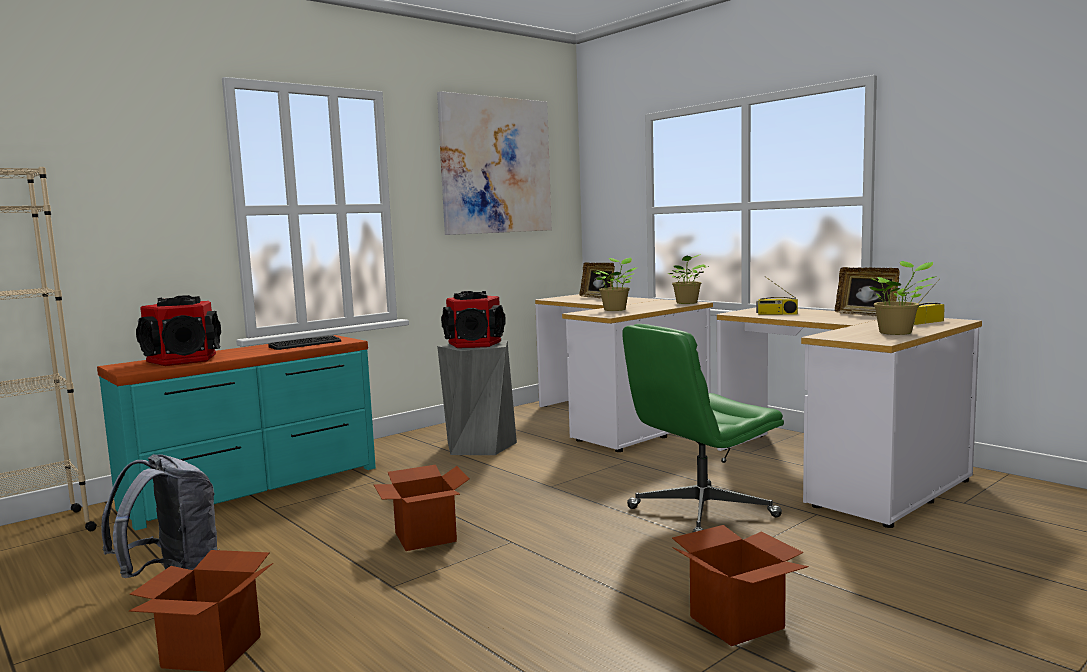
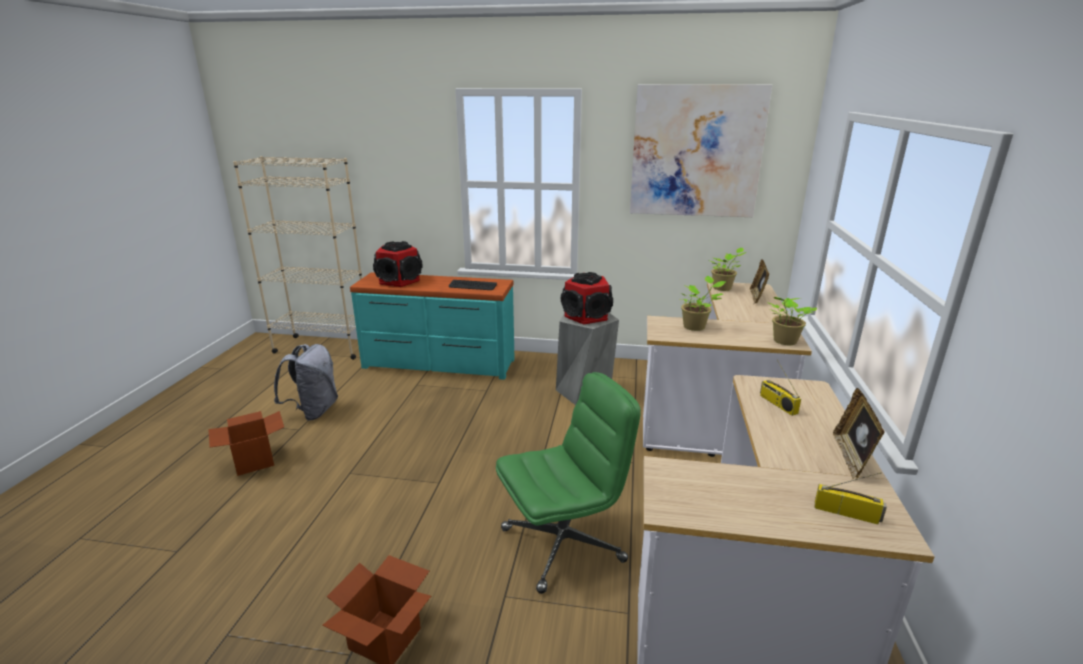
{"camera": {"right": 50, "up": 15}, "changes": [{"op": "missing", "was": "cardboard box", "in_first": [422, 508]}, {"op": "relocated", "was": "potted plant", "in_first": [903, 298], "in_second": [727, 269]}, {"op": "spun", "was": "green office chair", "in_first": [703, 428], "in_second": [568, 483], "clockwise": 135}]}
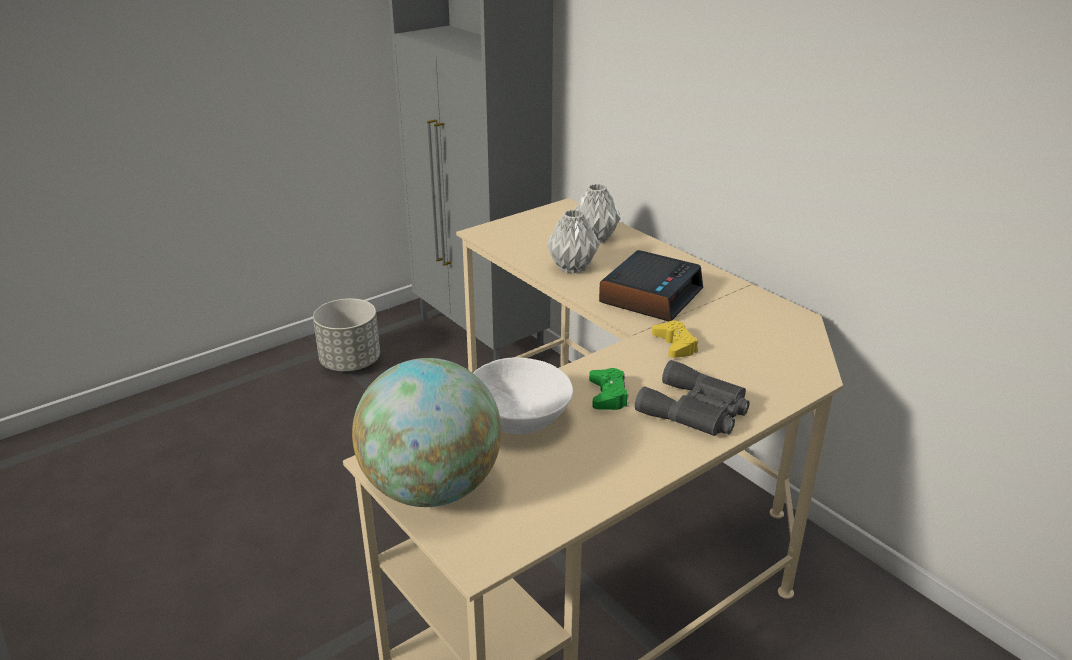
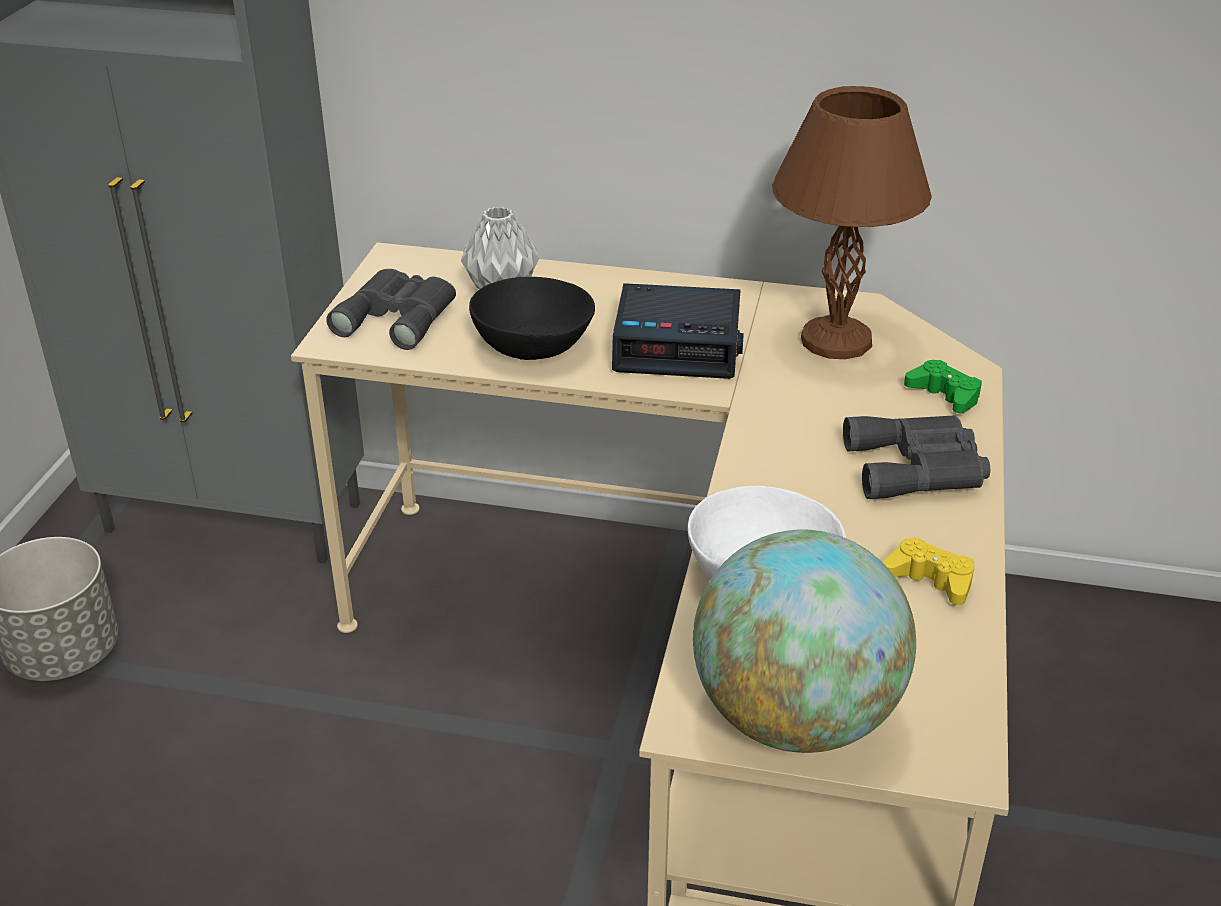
{"camera": {"right": -40, "up": 5}, "changes": [{"op": "appeared", "now": "grey binoculars", "in_second": [391, 309]}, {"op": "appeared", "now": "brown table lamp", "in_second": [851, 222]}, {"op": "relocated", "was": "green game controller", "in_first": [609, 389], "in_second": [943, 386]}, {"op": "relocated", "was": "yellow game controller", "in_first": [675, 339], "in_second": [929, 571]}, {"op": "exchanged", "was": "grey vase", "now": "black bowl", "in_first": [573, 242], "in_second": [532, 318]}, {"op": "spun", "was": "alarm clock", "in_first": [651, 285], "in_second": [678, 331], "clockwise": 105}]}
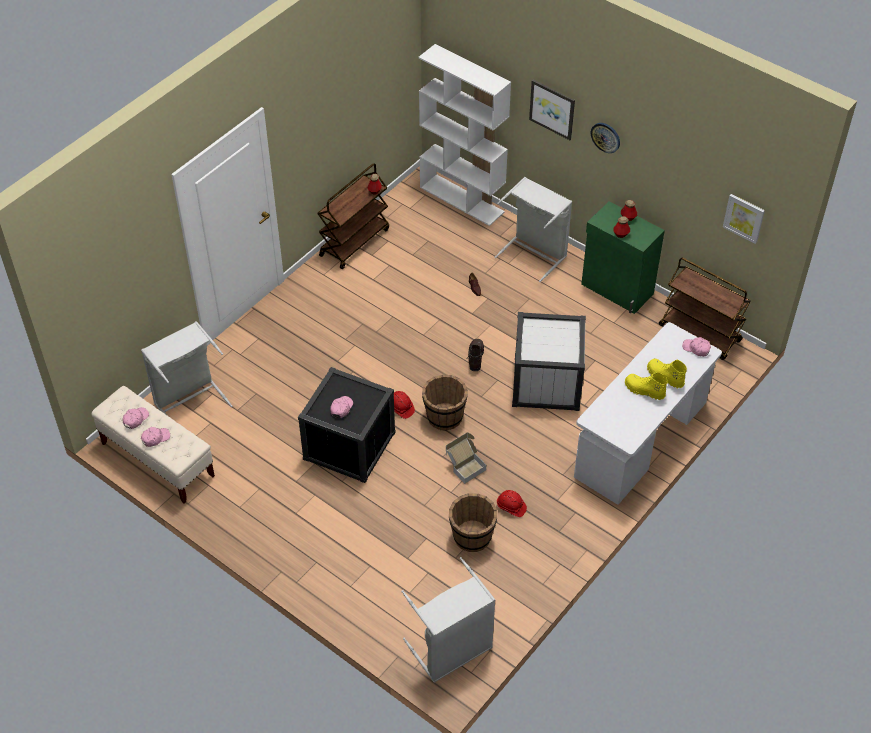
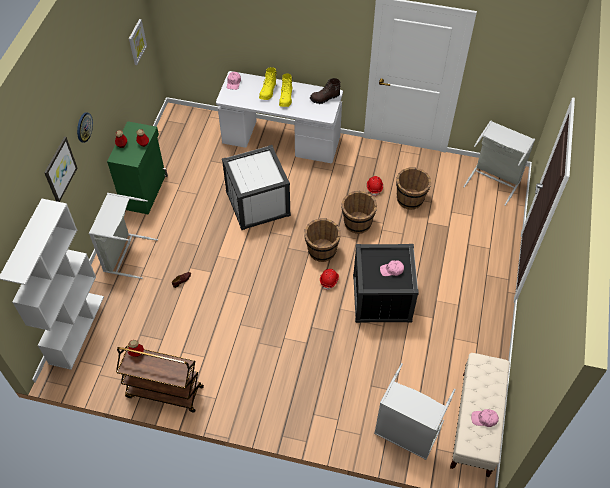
{"camera": {"right": -115, "up": 5}, "changes": [{"op": "missing", "was": "pink cap", "in_first": [155, 437]}, {"op": "missing", "was": "brown cart", "in_first": [705, 309]}, {"op": "relocated", "was": "brown boot", "in_first": [476, 355], "in_second": [325, 91]}, {"op": "exchanged", "was": "cardboard box", "now": "brown bucket", "in_first": [466, 458], "in_second": [359, 212]}]}
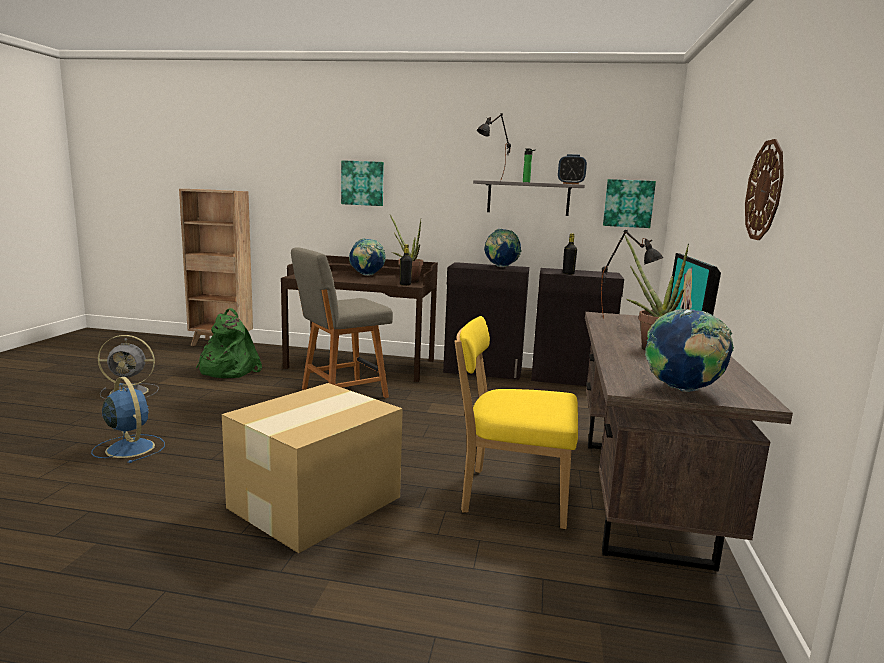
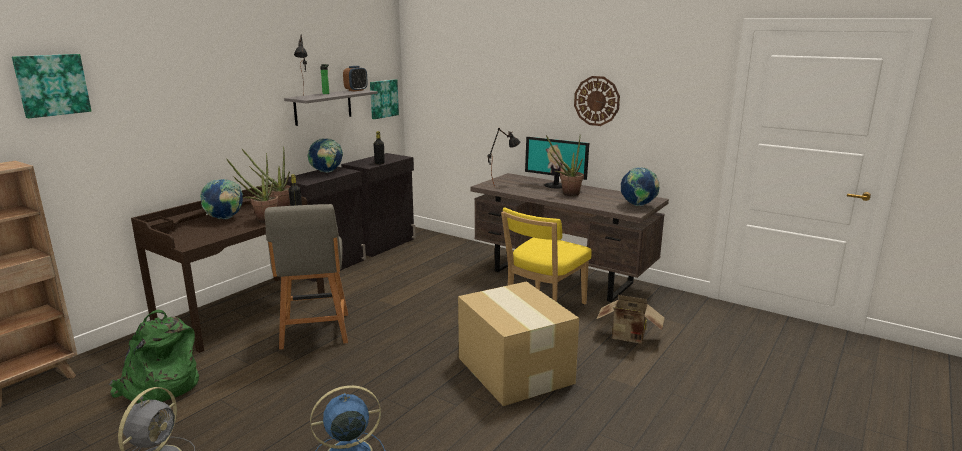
{"camera": {"right": -65, "up": 5}, "changes": [{"op": "appeared", "now": "potted plant", "in_second": [252, 188]}, {"op": "appeared", "now": "cardboard box", "in_second": [631, 319]}, {"op": "relocated", "was": "picture", "in_first": [362, 183], "in_second": [51, 86]}]}
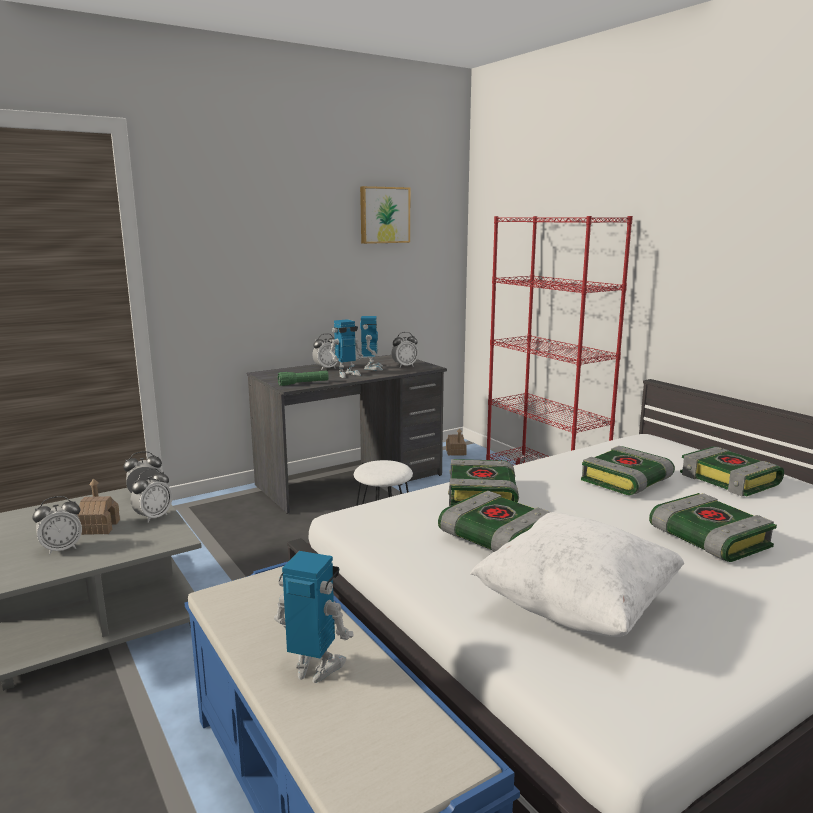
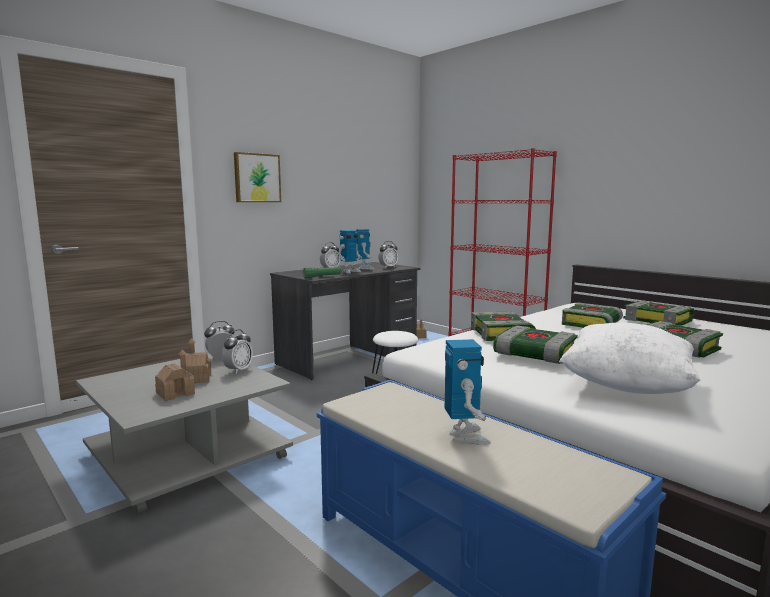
{"camera": {"right": -10, "up": -5}, "changes": [{"op": "relocated", "was": "picture", "in_first": [385, 215], "in_second": [257, 177]}, {"op": "exchanged", "was": "alarm clock", "now": "toy house", "in_first": [57, 525], "in_second": [175, 375]}, {"op": "spun", "was": "toy robot", "in_first": [314, 617], "in_second": [468, 392], "clockwise": 75}]}
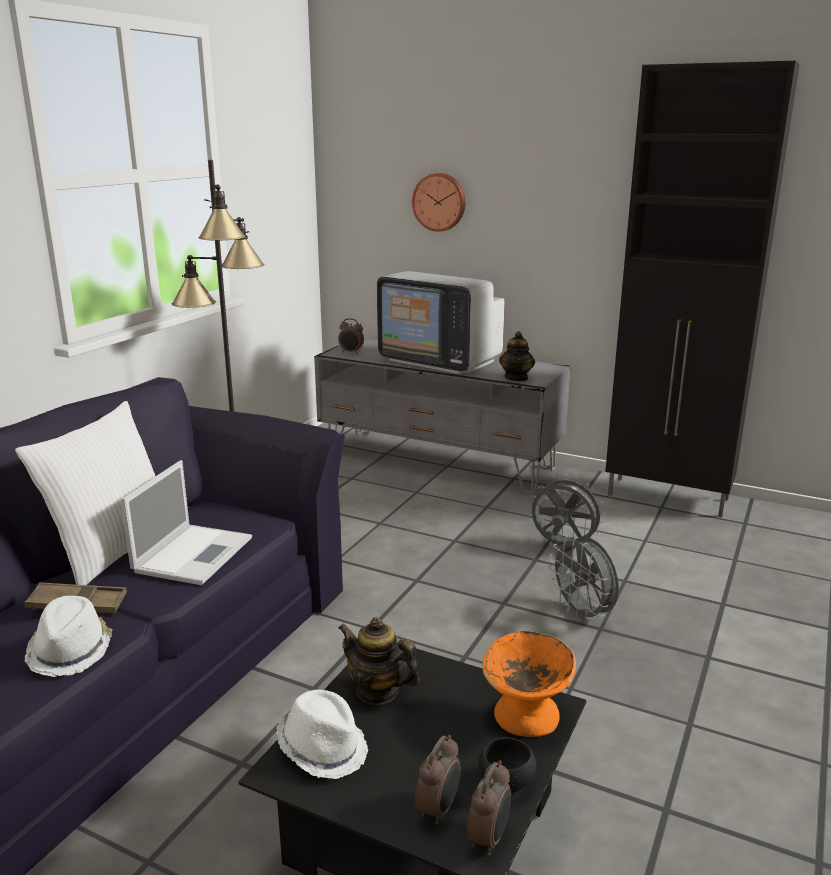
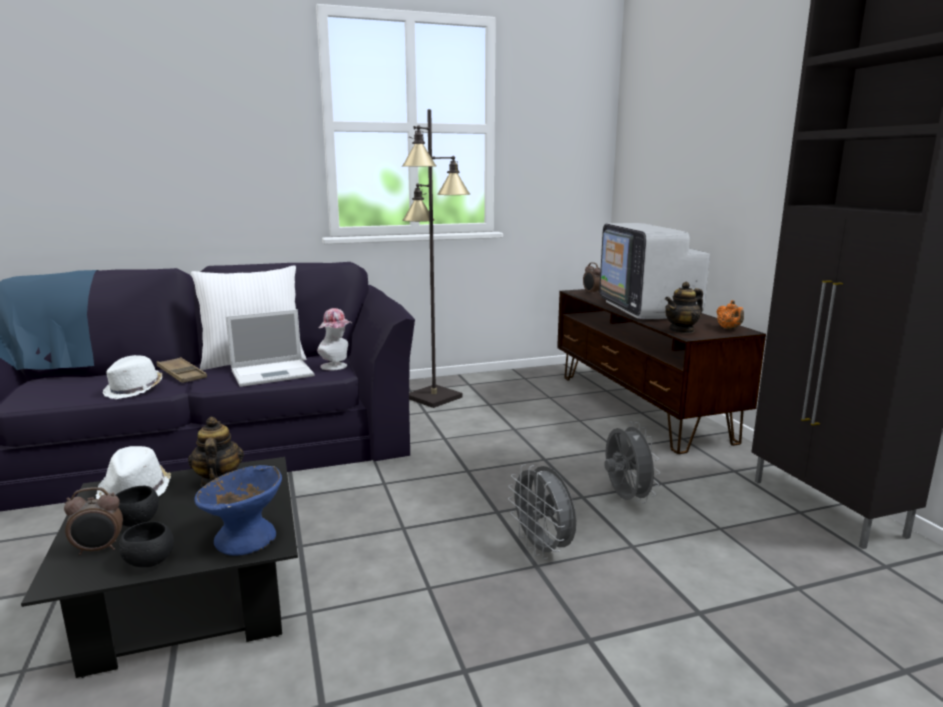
{"camera": {"right": 45, "up": -5}, "changes": [{"op": "missing", "was": "wall clock", "in_first": [438, 202]}, {"op": "missing", "was": "alarm clock", "in_first": [489, 808]}, {"op": "appeared", "now": "black bowl", "in_second": [137, 506]}, {"op": "appeared", "now": "hat", "in_second": [334, 339]}, {"op": "appeared", "now": "orange teapot", "in_second": [730, 314]}, {"op": "colour", "was": "grey tv stand", "now": "brown tv stand", "in_first": [442, 416], "in_second": [661, 371]}, {"op": "colour", "was": "orange bowl", "now": "blue bowl", "in_first": [529, 684], "in_second": [238, 510]}, {"op": "spun", "was": "grey fan", "in_first": [584, 579], "in_second": [542, 511], "clockwise": -45}]}
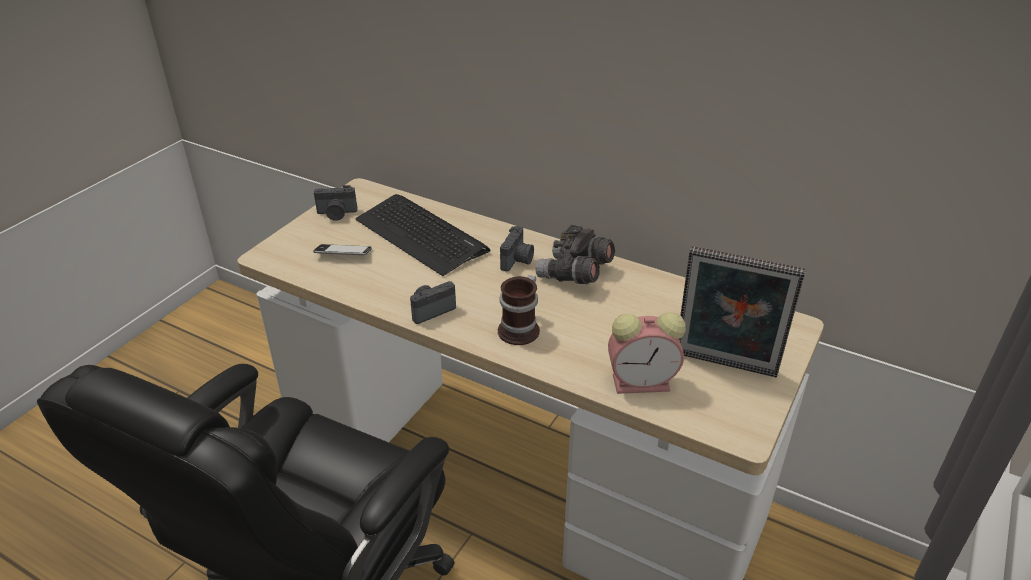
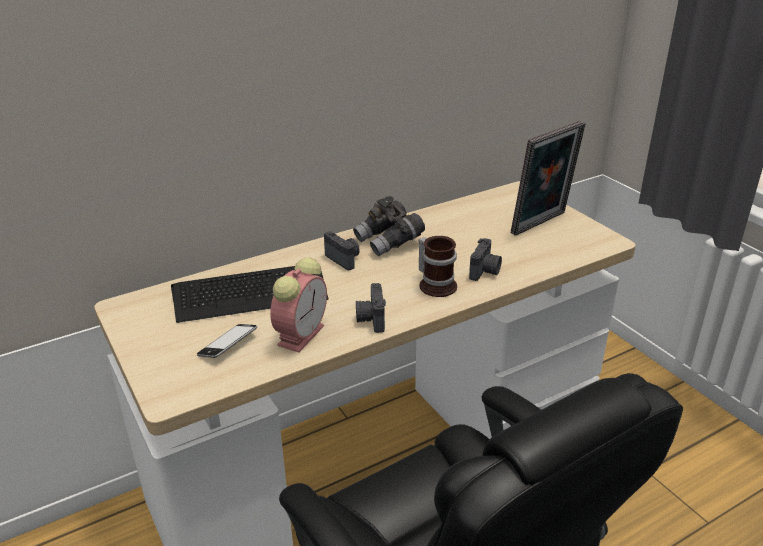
{"camera": {"right": -60, "up": -5}, "changes": [{"op": "relocated", "was": "photo camera", "in_first": [335, 203], "in_second": [485, 259]}, {"op": "relocated", "was": "alarm clock", "in_first": [647, 353], "in_second": [298, 304]}]}
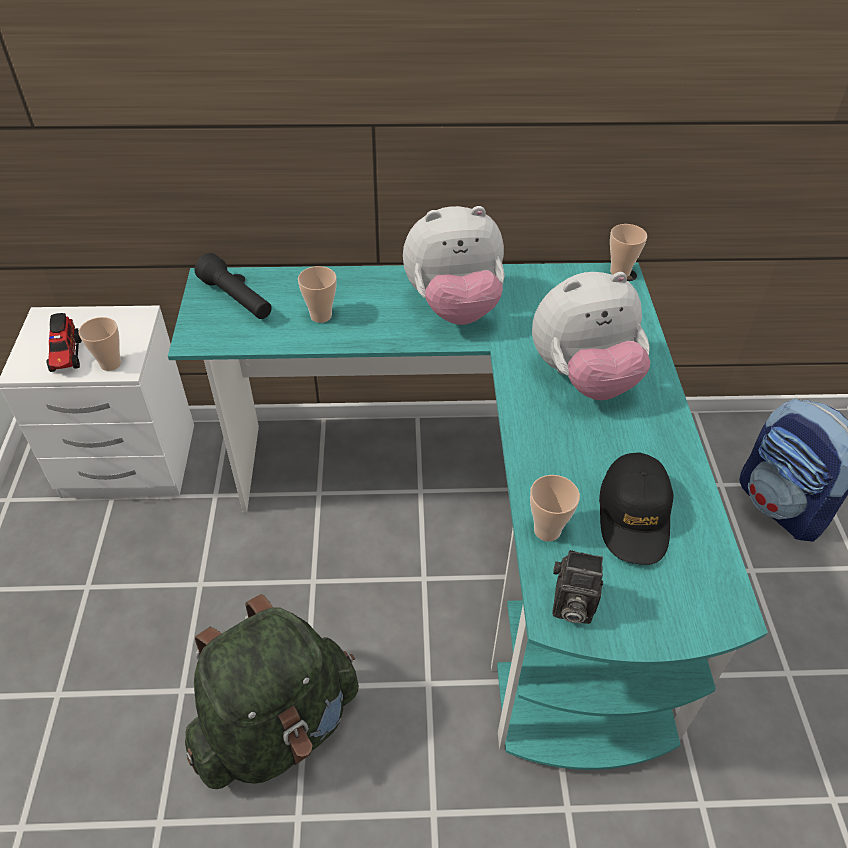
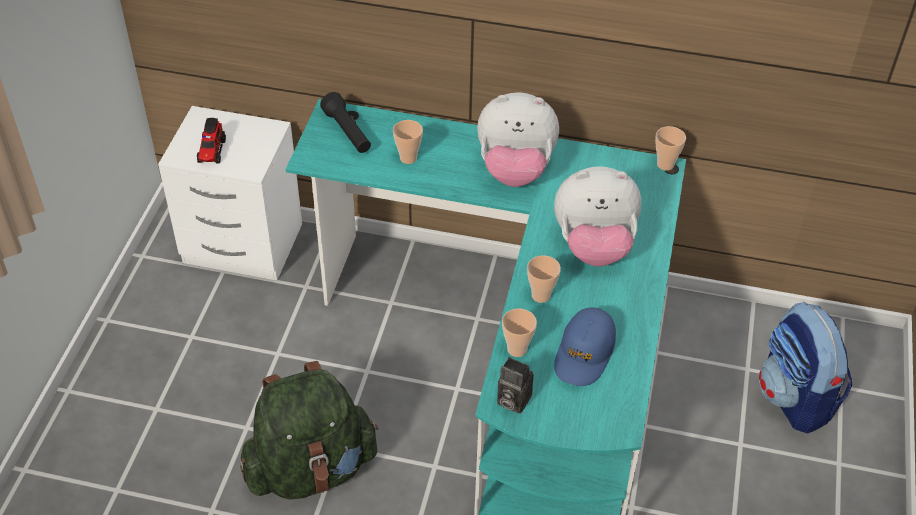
{"camera": {"right": 15, "up": 0}, "changes": [{"op": "relocated", "was": "cup", "in_first": [100, 344], "in_second": [544, 279]}, {"op": "colour", "was": "black cap", "now": "blue cap", "in_first": [636, 508], "in_second": [585, 347]}]}
